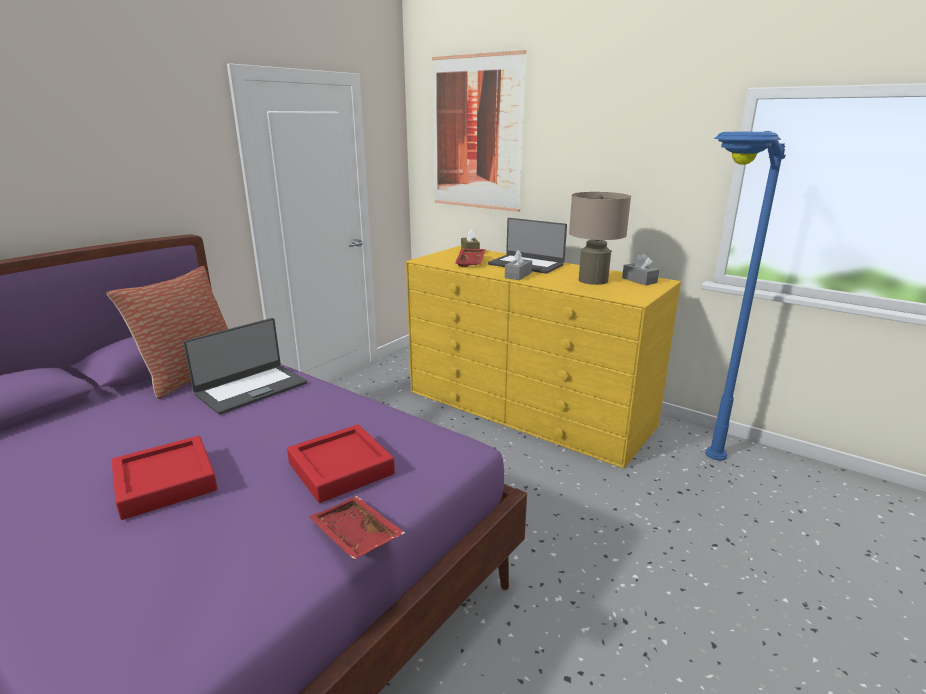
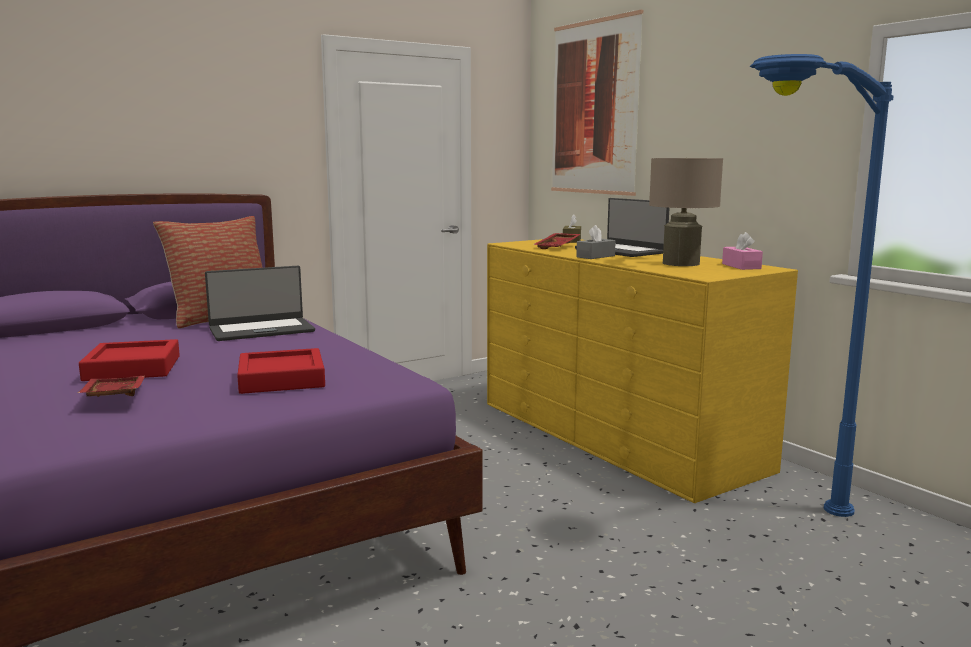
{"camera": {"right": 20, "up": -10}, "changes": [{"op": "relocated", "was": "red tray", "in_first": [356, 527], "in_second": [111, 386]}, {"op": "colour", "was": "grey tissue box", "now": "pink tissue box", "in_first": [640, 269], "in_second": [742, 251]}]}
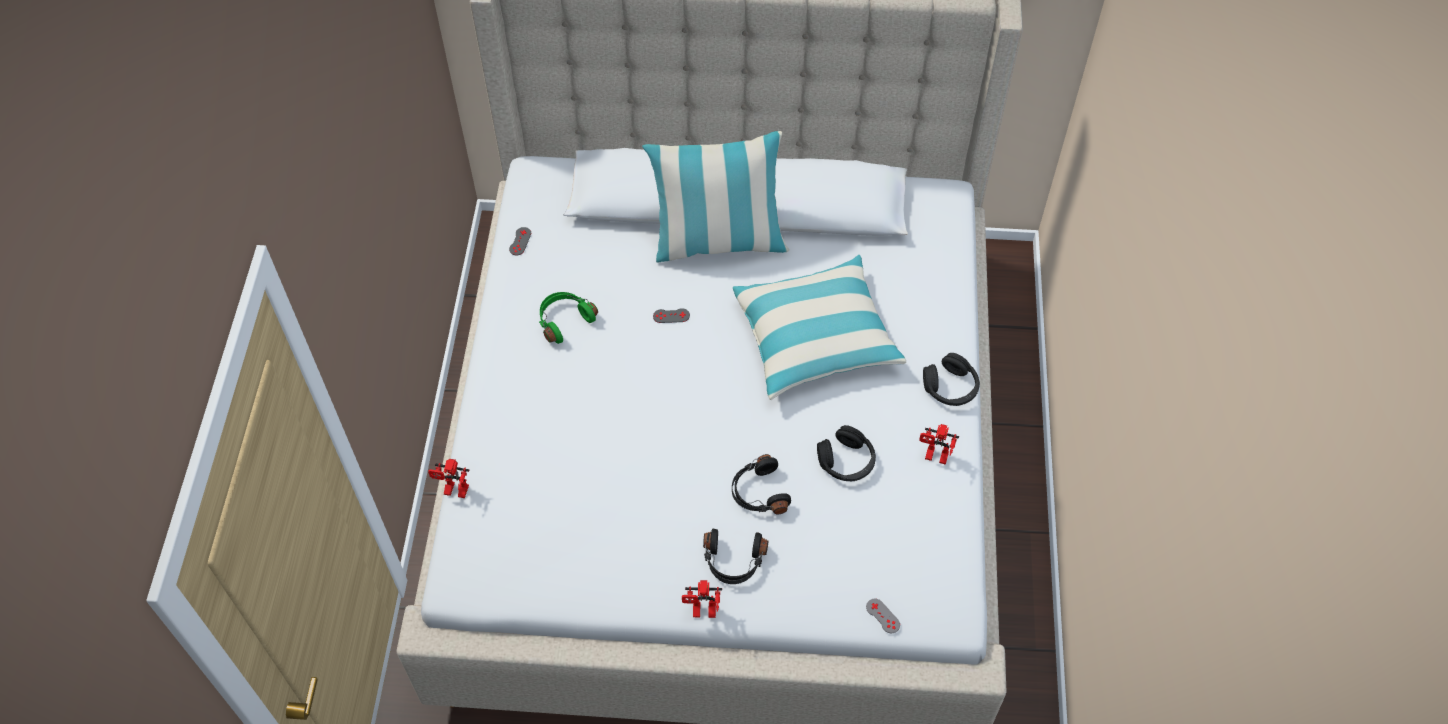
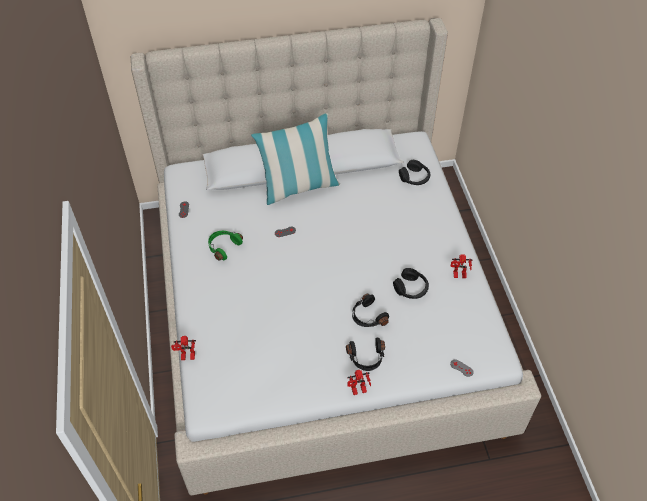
{"camera": {"right": -15, "up": -5}, "changes": [{"op": "missing", "was": "pillow", "in_first": [819, 327]}, {"op": "relocated", "was": "black headphones", "in_first": [951, 379], "in_second": [414, 172]}]}
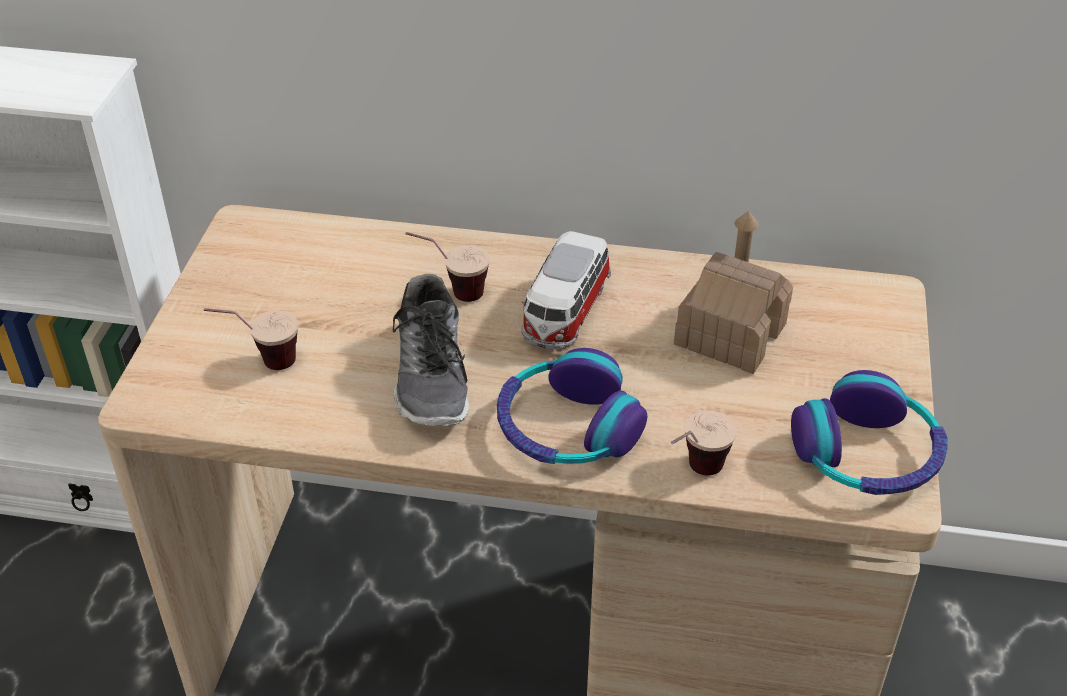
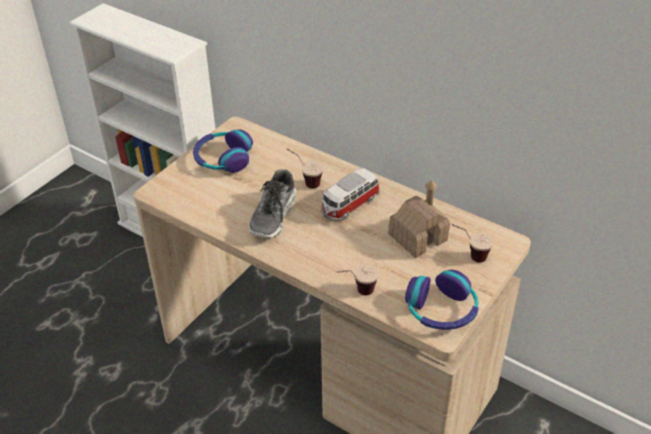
{"camera": {"right": 25, "up": 0}, "changes": [{"op": "relocated", "was": "cup", "in_first": [251, 339], "in_second": [472, 243]}, {"op": "relocated", "was": "headphones", "in_first": [572, 406], "in_second": [223, 151]}]}
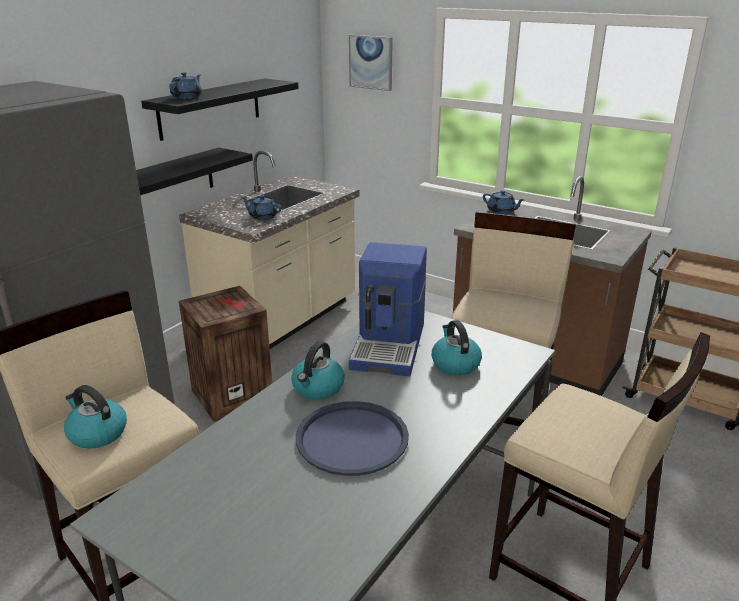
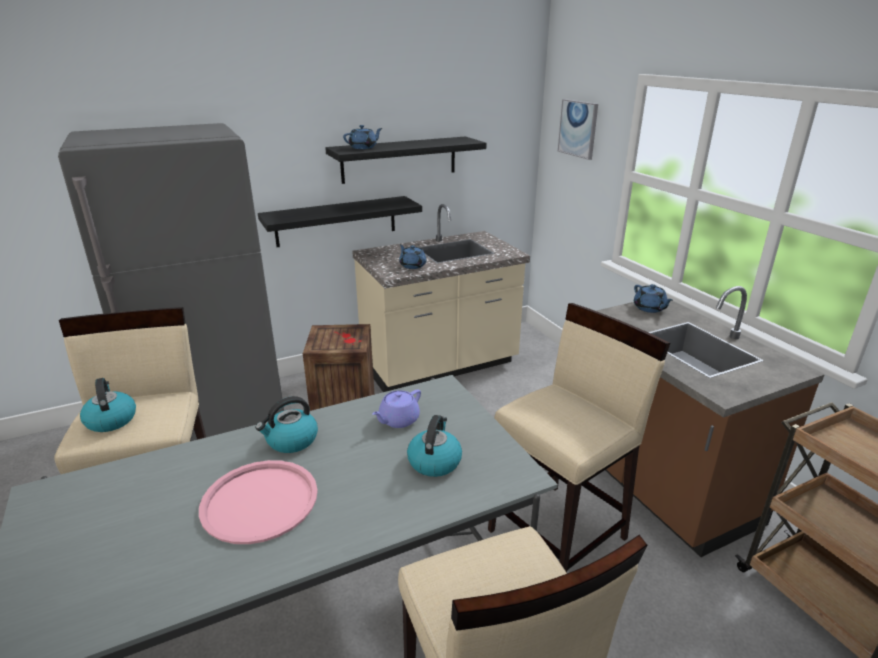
{"camera": {"right": 30, "up": 0}, "changes": [{"op": "exchanged", "was": "coffee machine", "now": "purple teapot", "in_first": [388, 309], "in_second": [396, 408]}, {"op": "colour", "was": "blue tray", "now": "pink tray", "in_first": [352, 438], "in_second": [258, 502]}]}
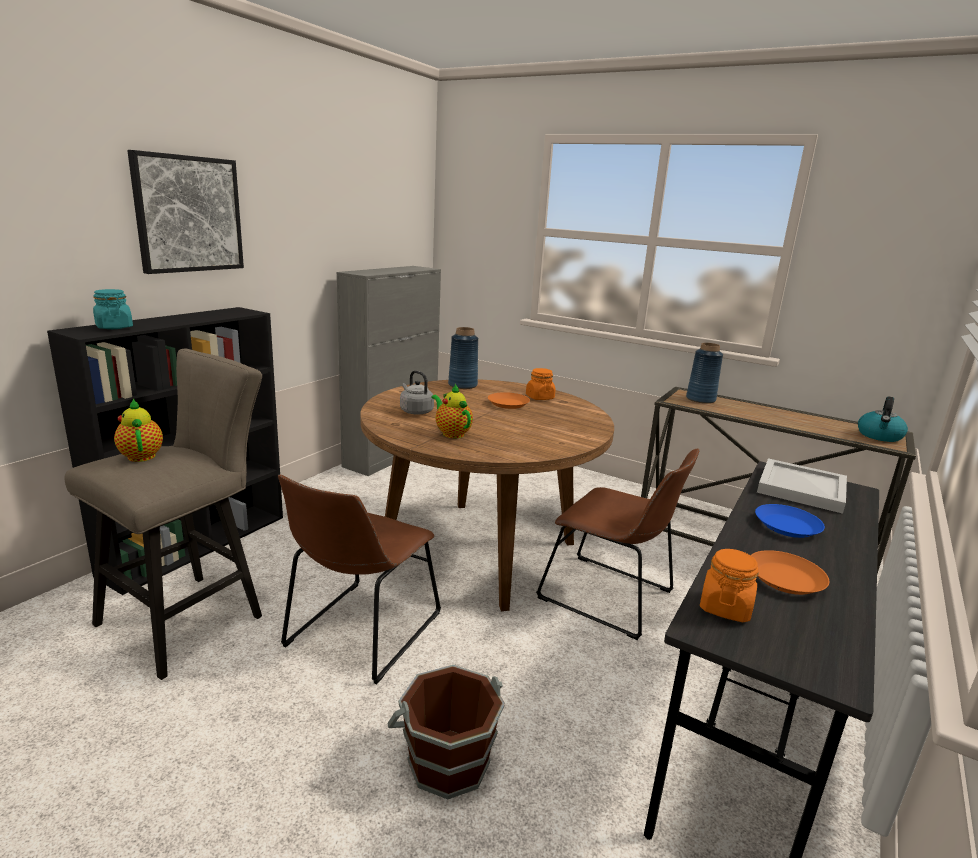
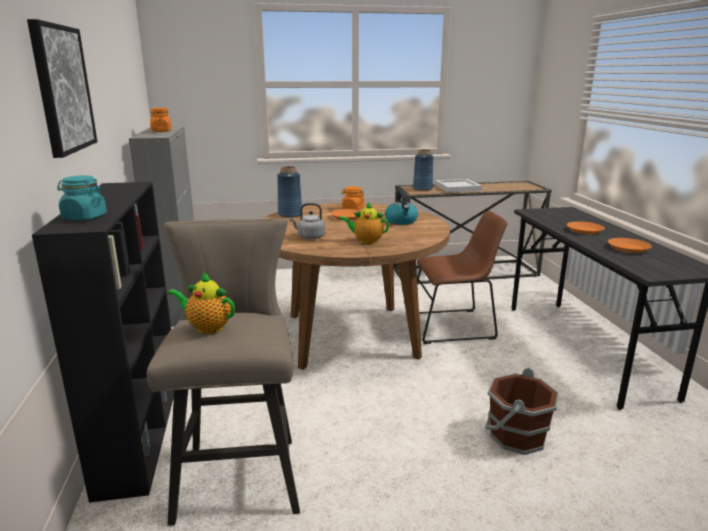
{"camera": {"right": -40, "up": 0}, "changes": [{"op": "missing", "was": "brown chair", "in_first": [359, 579]}, {"op": "relocated", "was": "orange jar", "in_first": [729, 585], "in_second": [160, 120]}, {"op": "relocated", "was": "white tray", "in_first": [802, 486], "in_second": [458, 185]}, {"op": "relocated", "was": "kettle", "in_first": [883, 419], "in_second": [401, 207]}, {"op": "colour", "was": "blue plate", "now": "orange plate", "in_first": [790, 521], "in_second": [586, 227]}]}
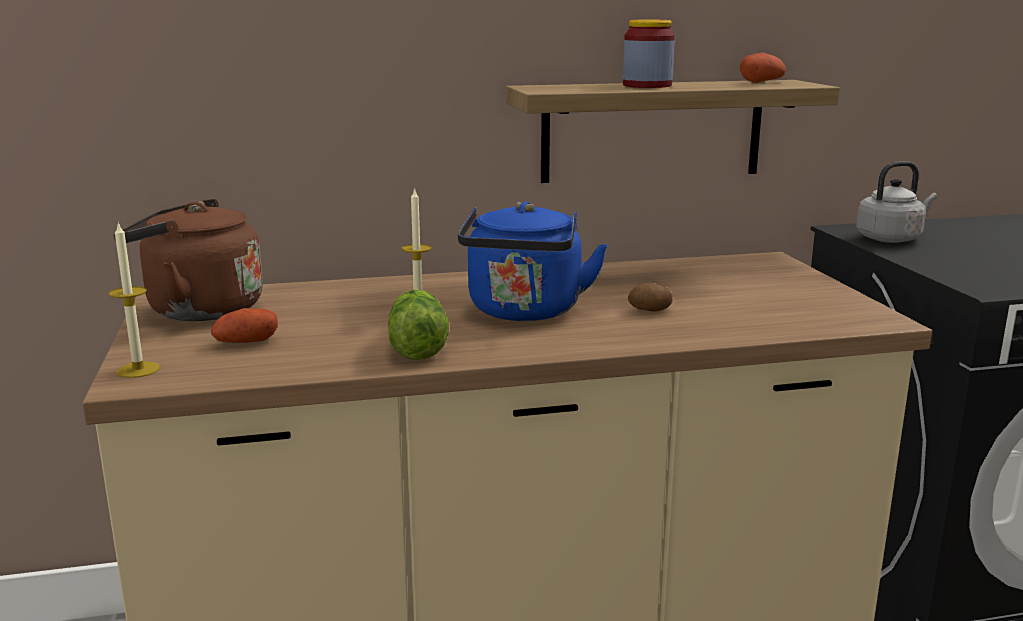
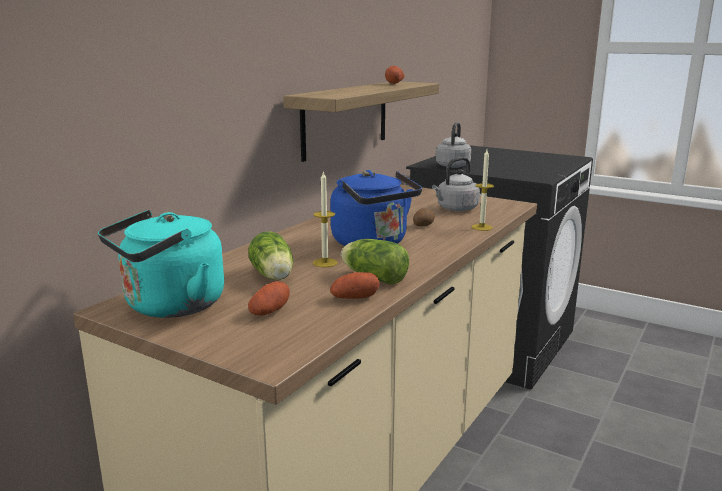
{"camera": {"right": -45, "up": 0}, "changes": [{"op": "missing", "was": "jar", "in_first": [649, 54]}, {"op": "appeared", "now": "lettuce", "in_second": [270, 255]}, {"op": "appeared", "now": "potato", "in_second": [355, 285]}, {"op": "appeared", "now": "grey kettle", "in_second": [456, 184]}, {"op": "relocated", "was": "candle", "in_first": [134, 300], "in_second": [482, 190]}, {"op": "colour", "was": "brown kettle", "now": "turquoise kettle", "in_first": [188, 260], "in_second": [161, 264]}]}
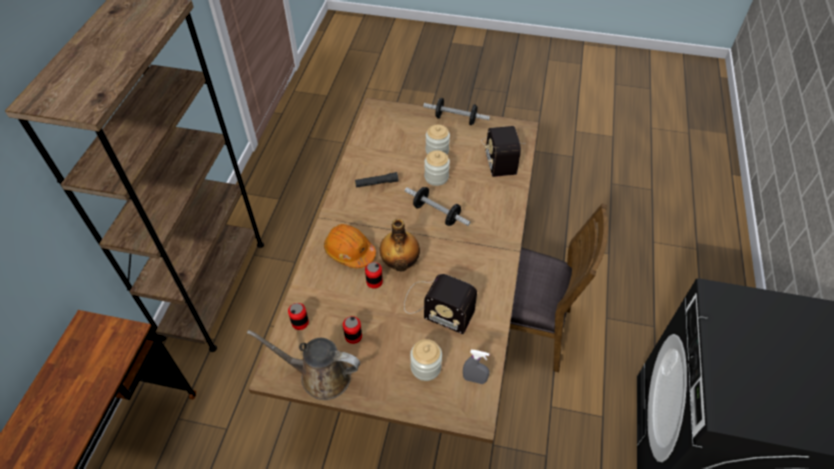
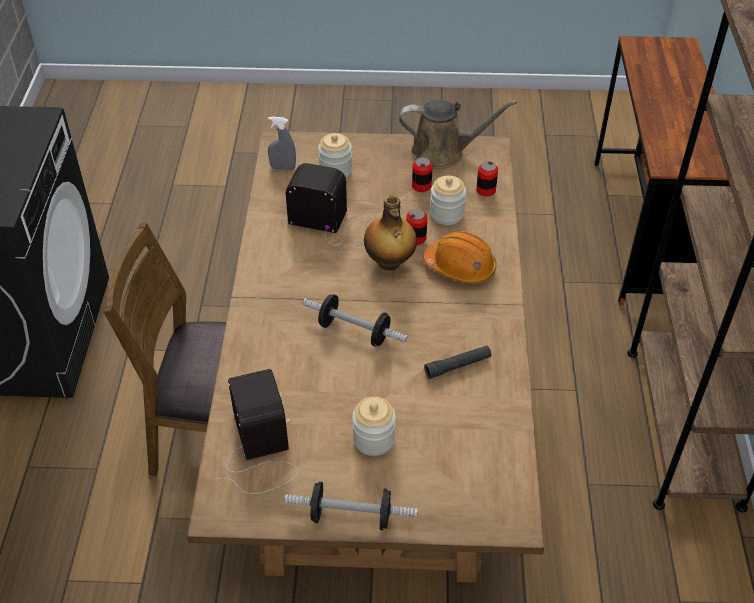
{"camera": {"right": 170, "up": -5}, "changes": [{"op": "relocated", "was": "jar", "in_first": [437, 168], "in_second": [448, 200]}]}
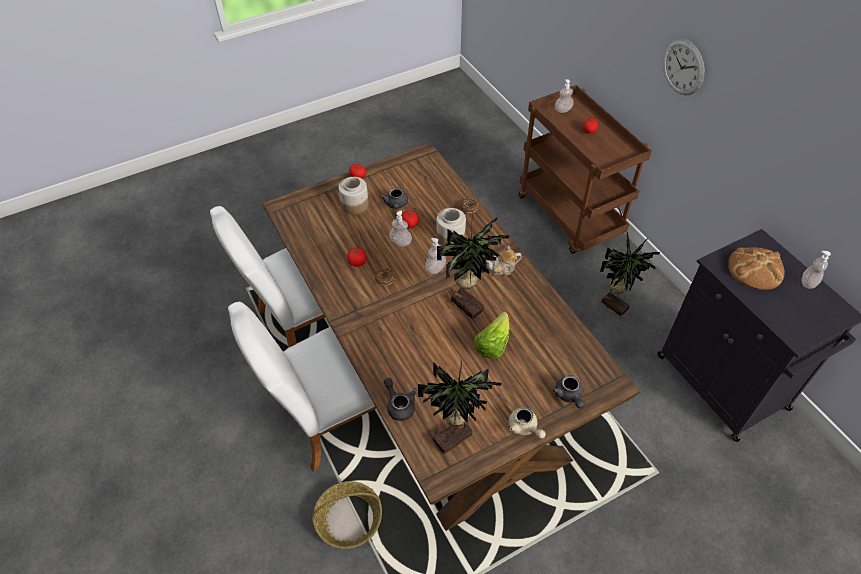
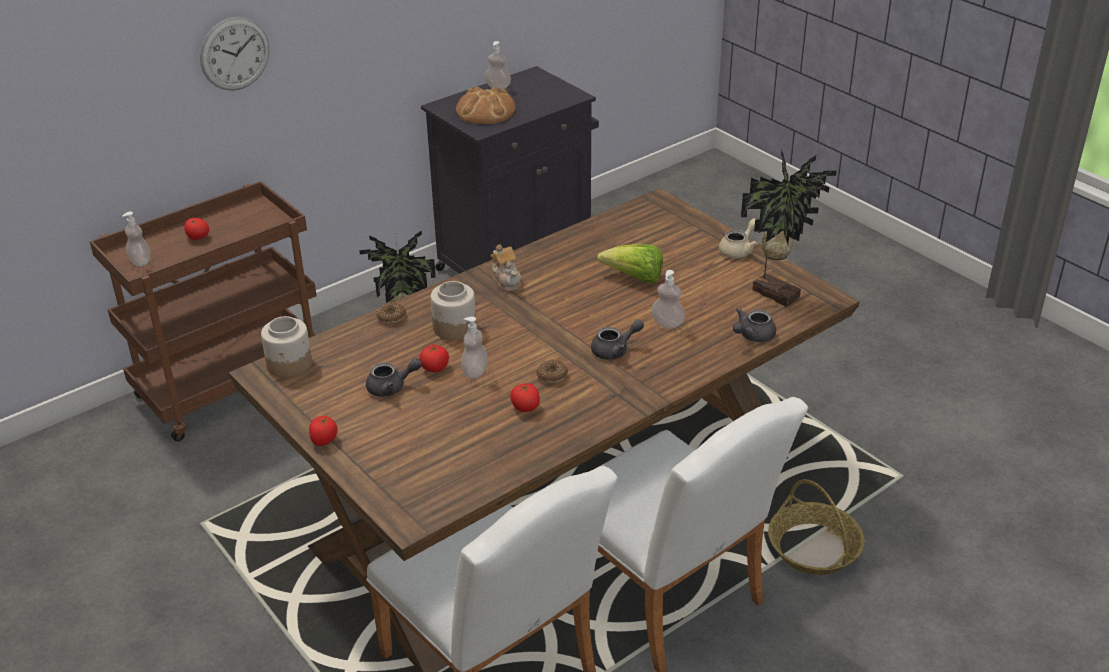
{"camera": {"right": -100, "up": -15}, "changes": [{"op": "missing", "was": "potted plant", "in_first": [473, 268]}, {"op": "relocated", "was": "jar", "in_first": [354, 196], "in_second": [286, 347]}, {"op": "relocated", "was": "soap dispenser", "in_first": [435, 256], "in_second": [668, 299]}, {"op": "relocated", "was": "grey teapot", "in_first": [569, 392], "in_second": [617, 339]}]}
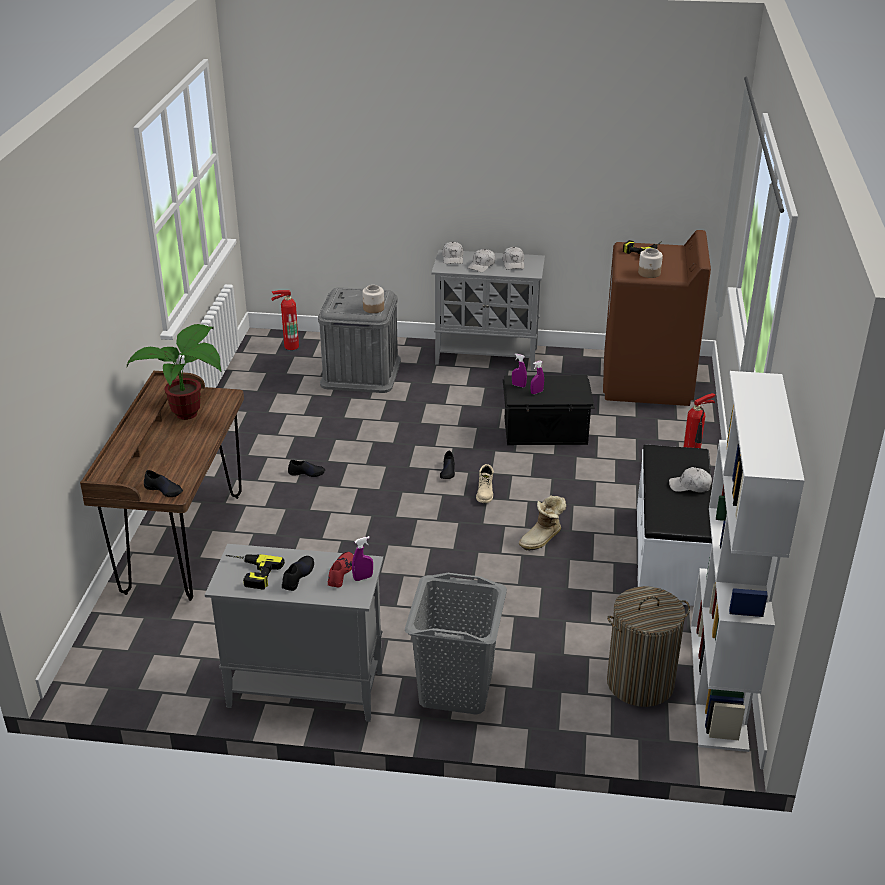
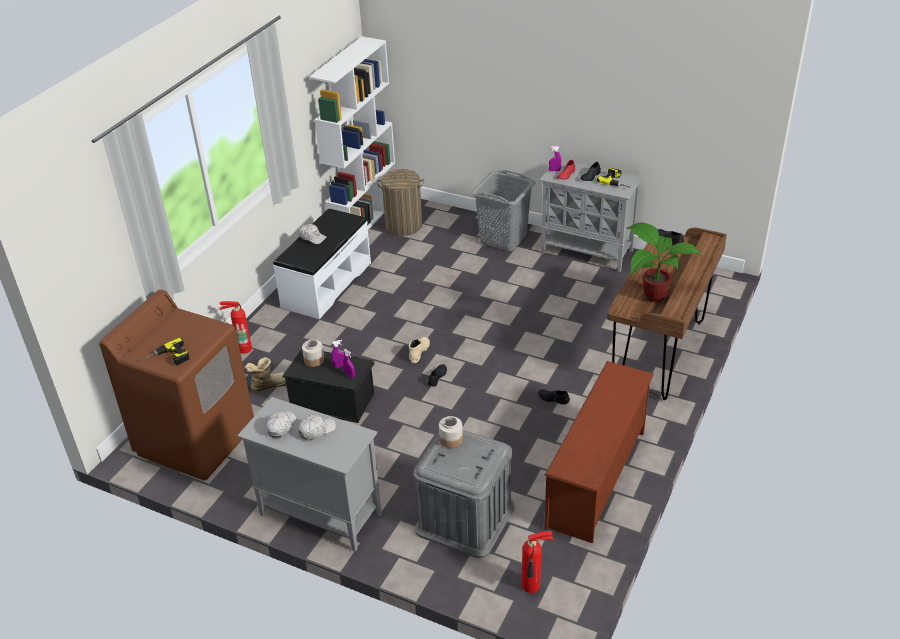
{"camera": {"right": -160, "up": 5}, "changes": [{"op": "missing", "was": "white cap", "in_first": [453, 253]}, {"op": "appeared", "now": "brown shoe rack", "in_second": [599, 452]}, {"op": "relocated", "was": "boot", "in_first": [542, 522], "in_second": [265, 374]}, {"op": "relocated", "was": "jar", "in_first": [650, 263], "in_second": [313, 353]}]}
